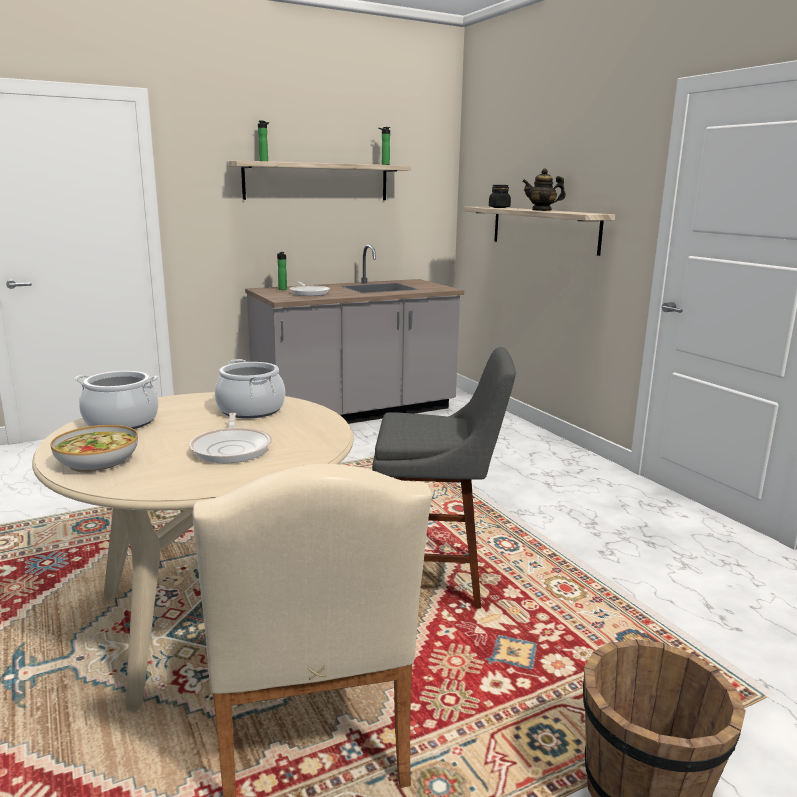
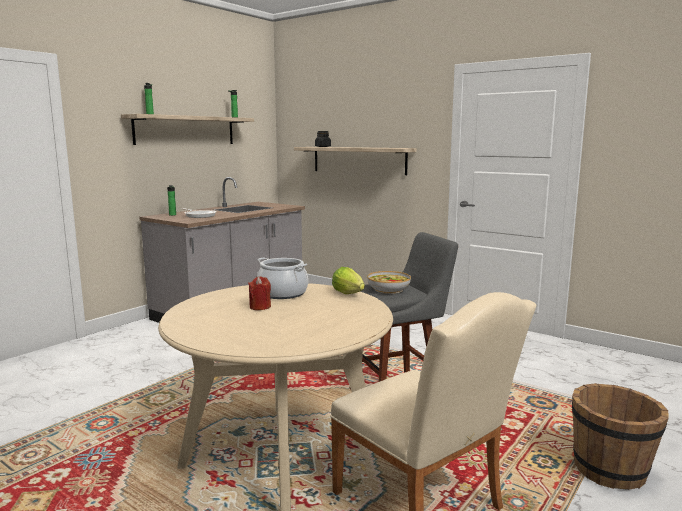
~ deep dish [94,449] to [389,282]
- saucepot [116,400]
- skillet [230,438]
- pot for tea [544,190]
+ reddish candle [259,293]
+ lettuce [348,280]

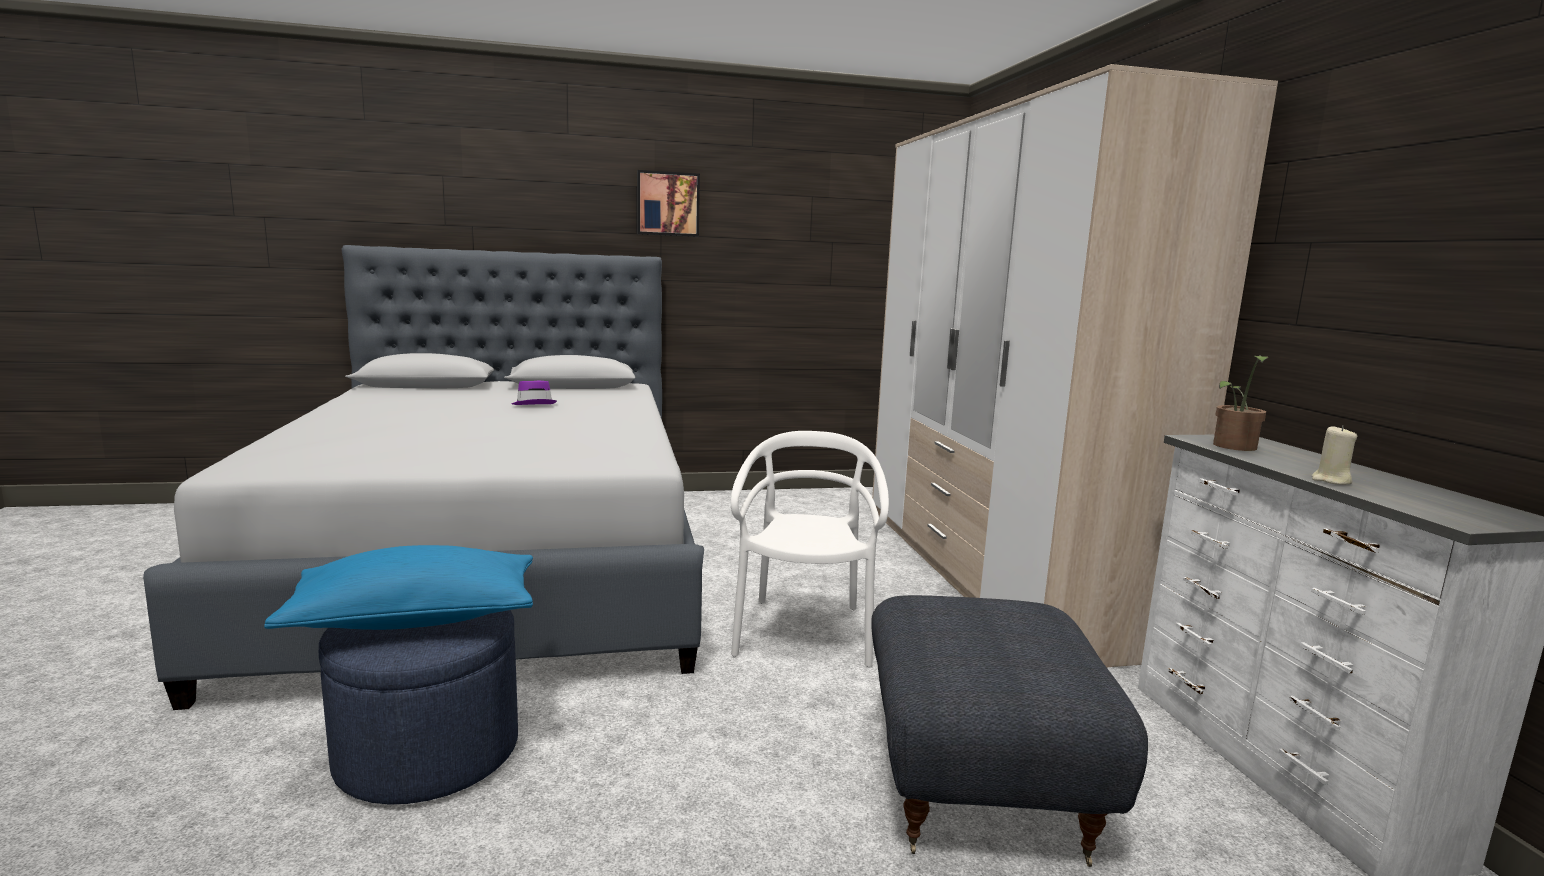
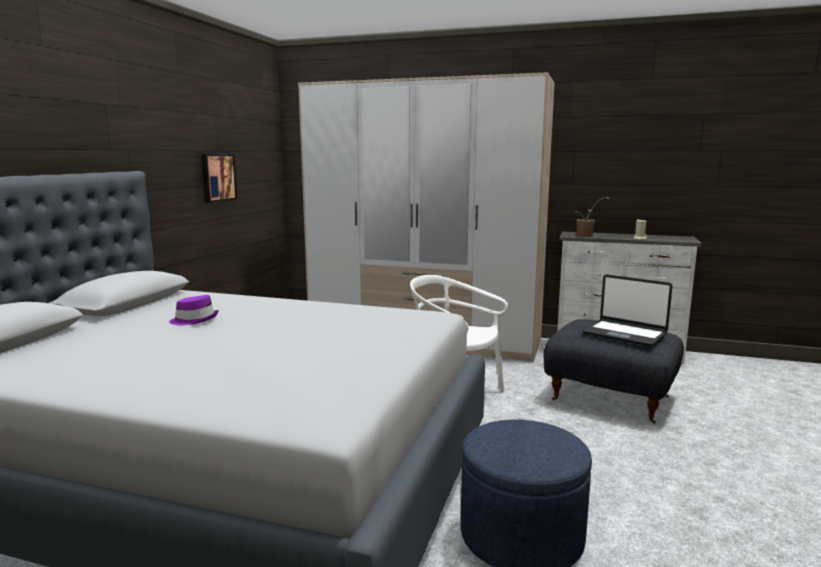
- blue-coloured throw pillow [398,587]
~ wall art [668,203] to [219,178]
+ notebook computer [628,310]

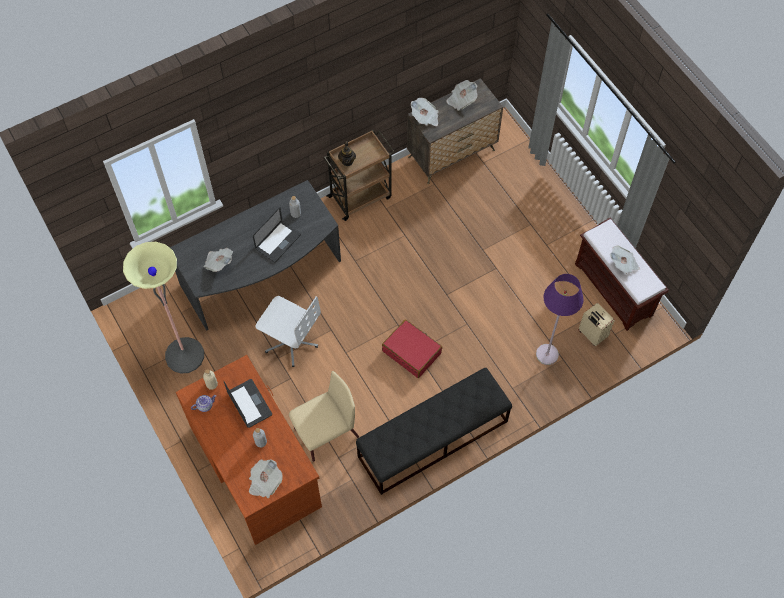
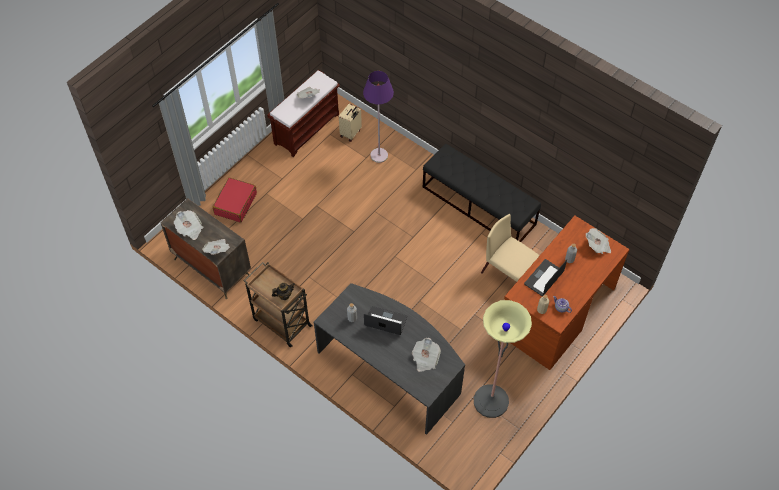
- white-coloured desk chair [288,331]
~ reddish suitcase [412,348] to [235,200]

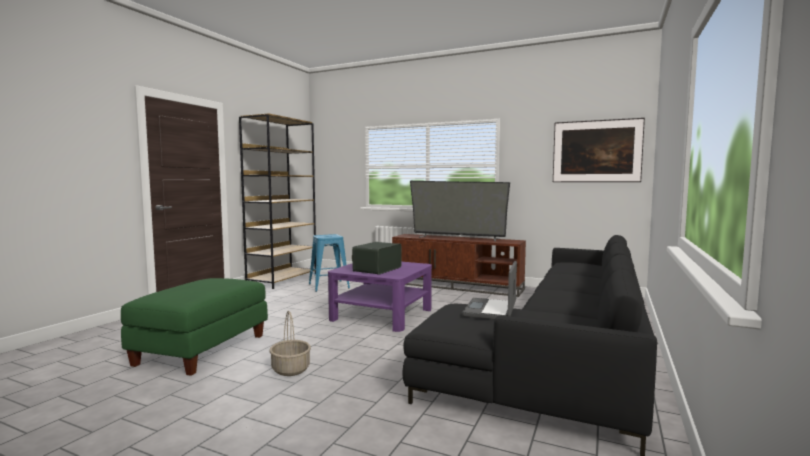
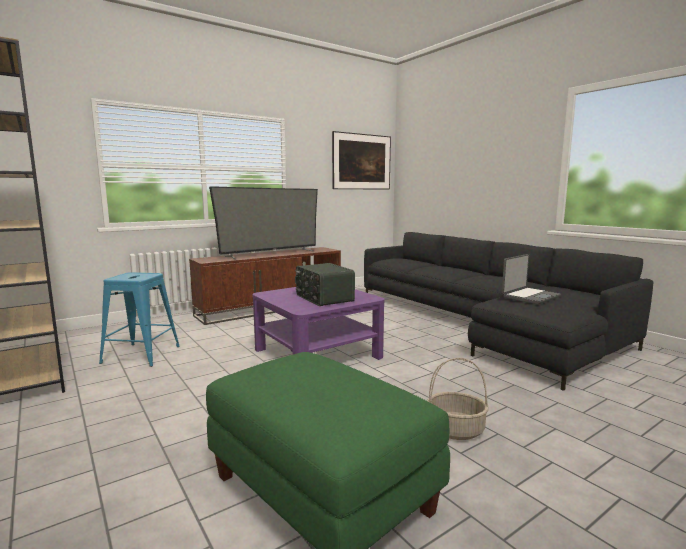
~ notebook computer [489,290] = [531,279] 90 degrees counterclockwise

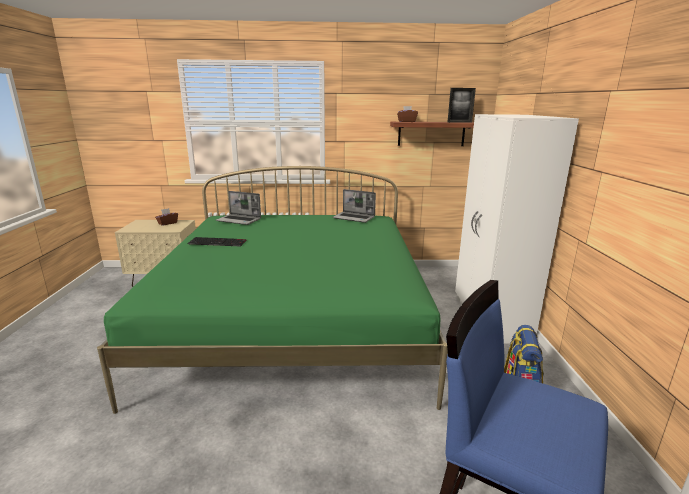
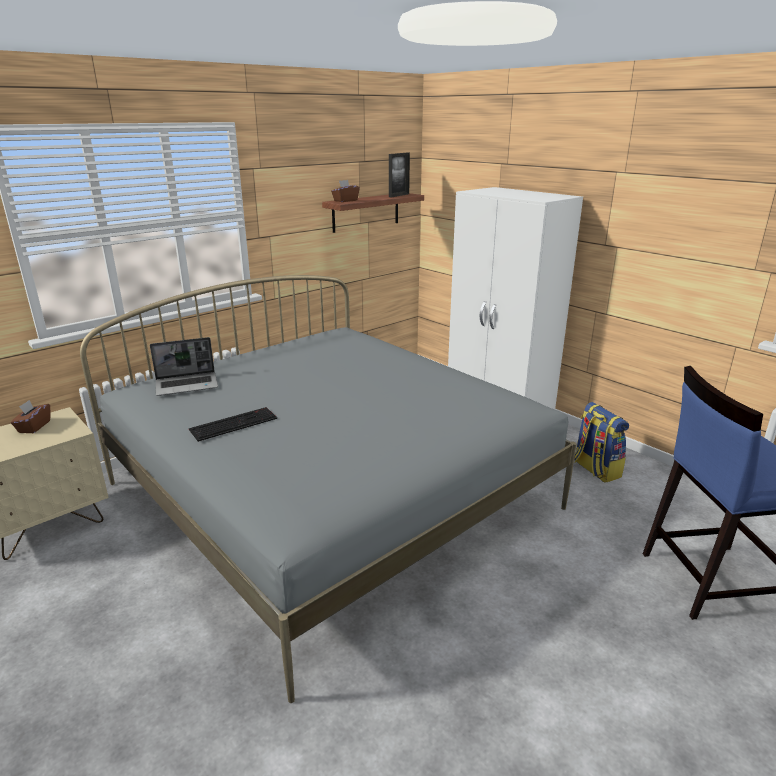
~ green-coloured bedroom bed [272,290] to greyish bedroom bed [328,489]
- notebook computer [354,206]

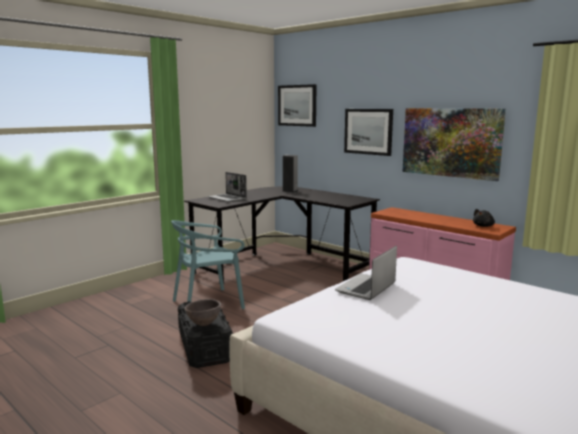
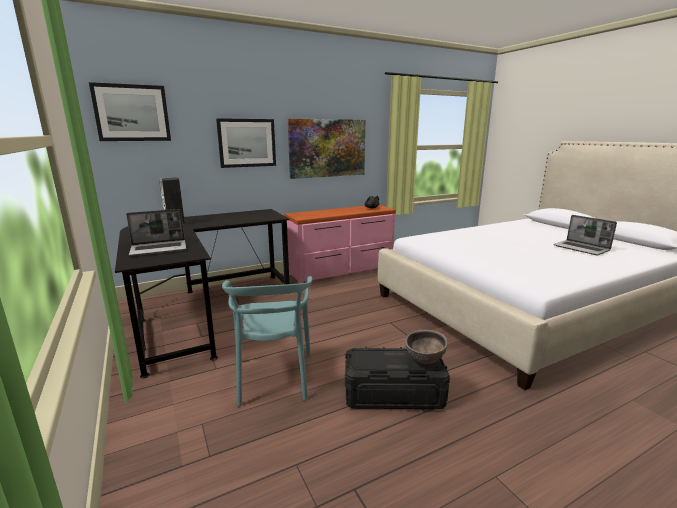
~ notebook computer [366,273] to [585,235]

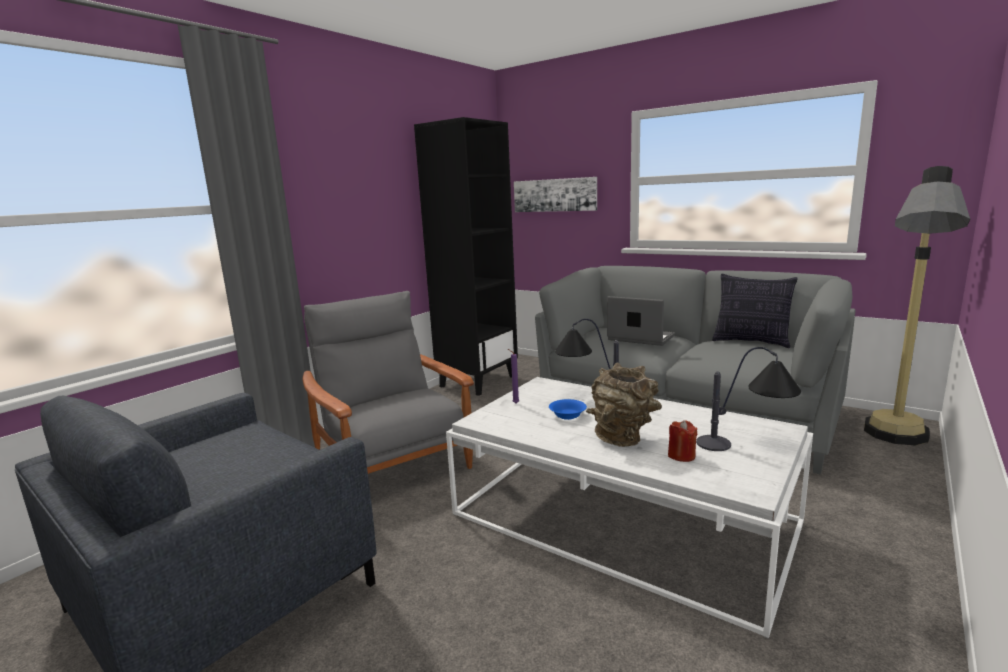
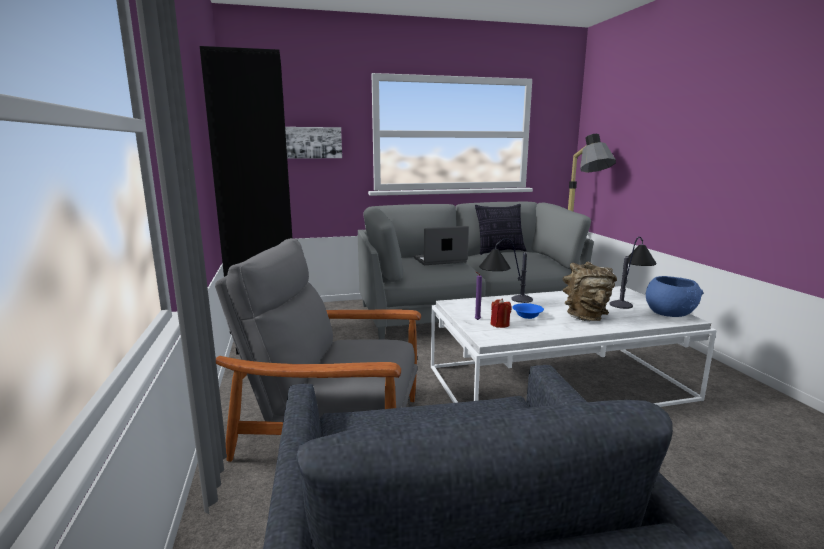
~ reddish candle [682,441] to [501,313]
+ blue-coloured deep dish [674,296]

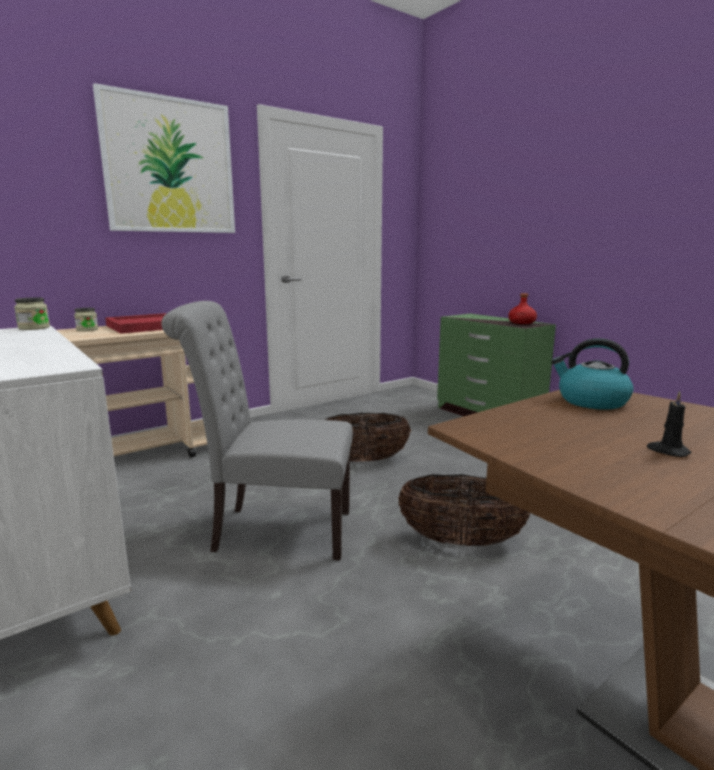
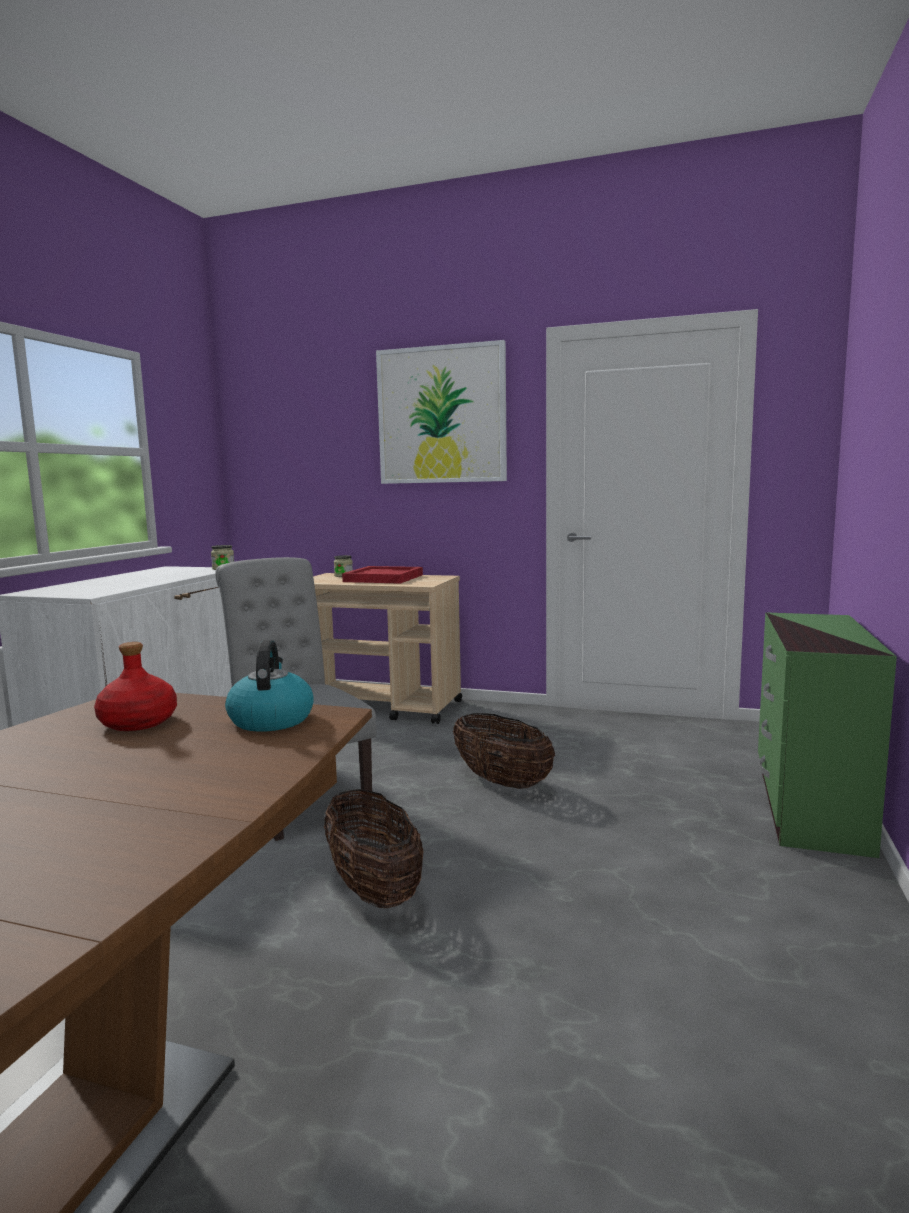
~ reddish drink bottle [522,308] to [135,686]
- black-coloured candle [669,424]

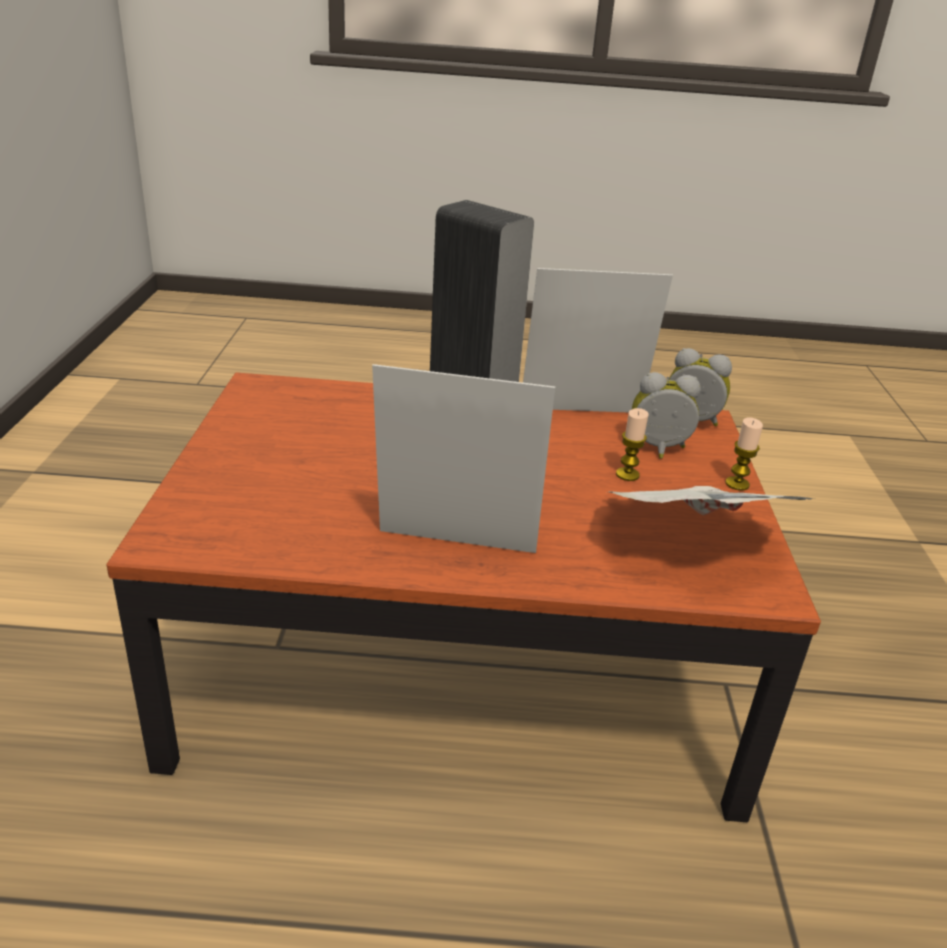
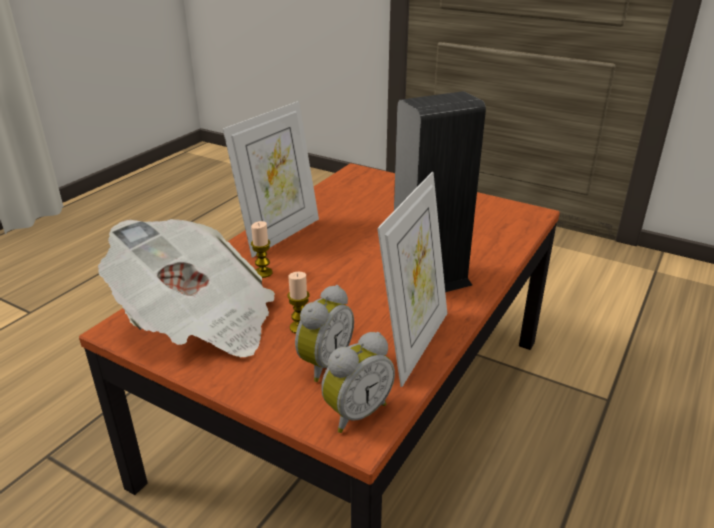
~ candle [744,454] to [261,249]

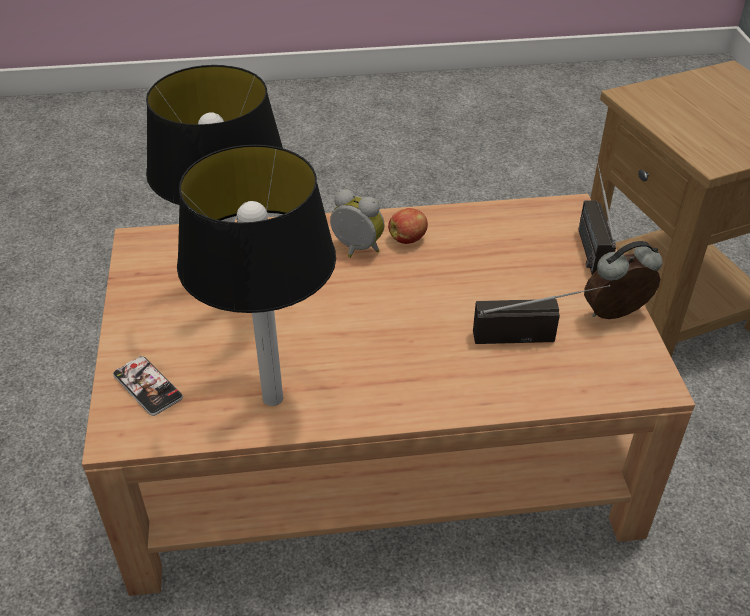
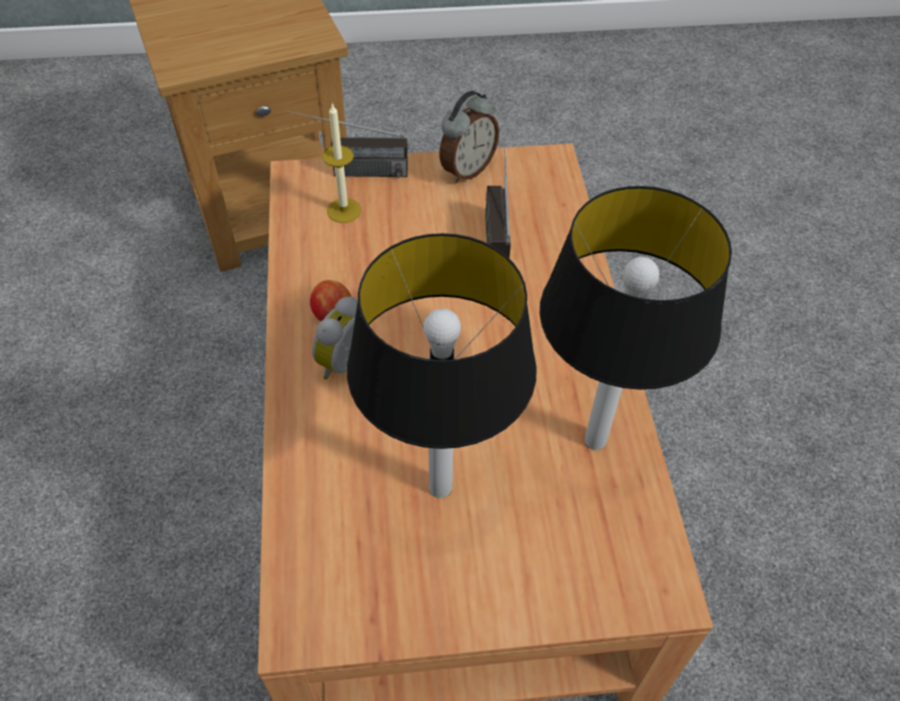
- telephone [148,386]
~ bedside clock [623,280] = [469,137] 120 degrees counterclockwise
+ candle [341,163]

